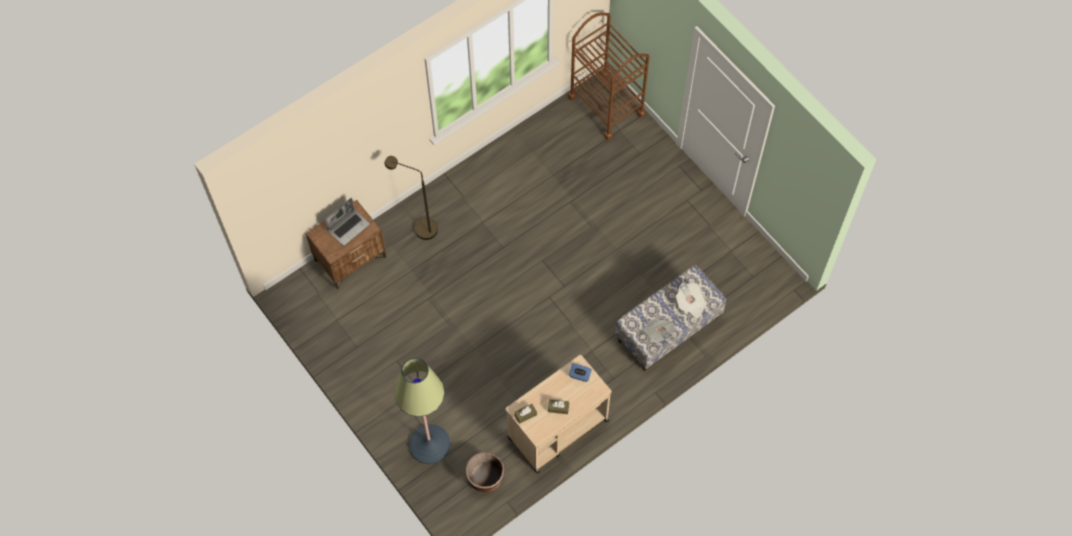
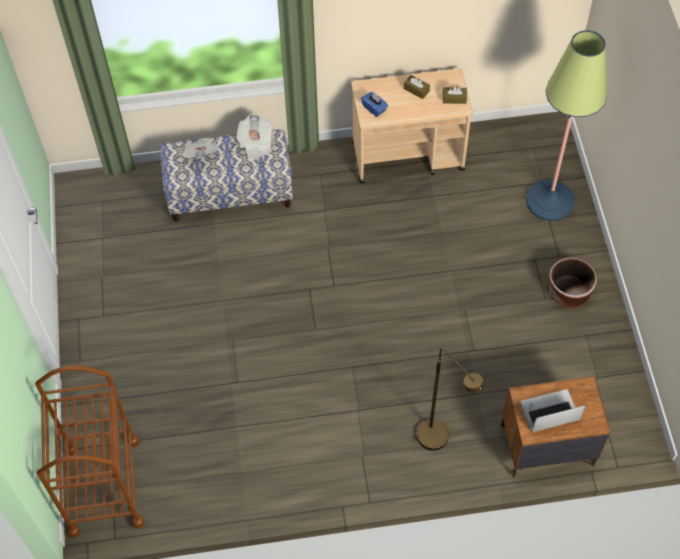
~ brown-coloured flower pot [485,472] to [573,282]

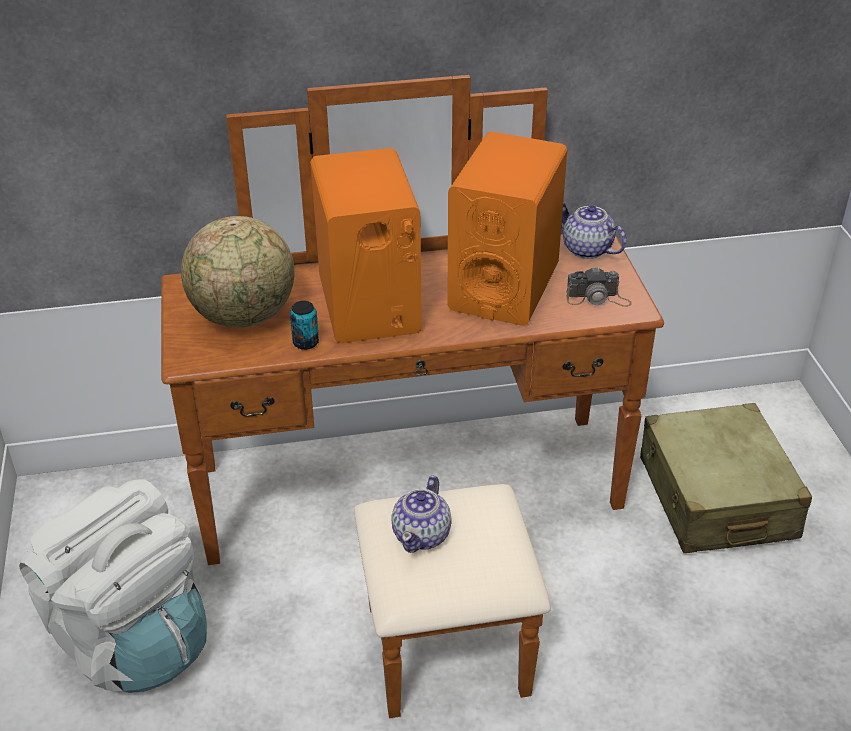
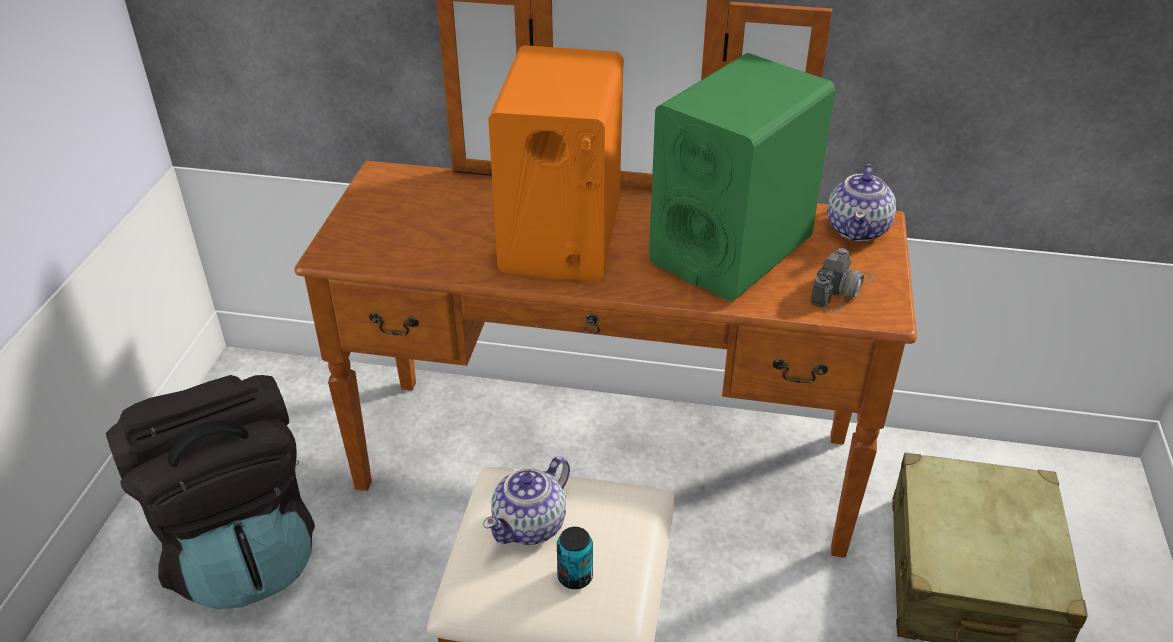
~ white-coloured knapsack [113,586] to black-coloured knapsack [210,492]
- globe [238,272]
~ sealed can [304,325] to [575,558]
~ orangey loudspeaker [507,229] to green-coloured loudspeaker [742,177]
~ pot for tea [594,230] = [862,202] 135 degrees counterclockwise
~ still camera [599,287] = [841,280] 75 degrees counterclockwise

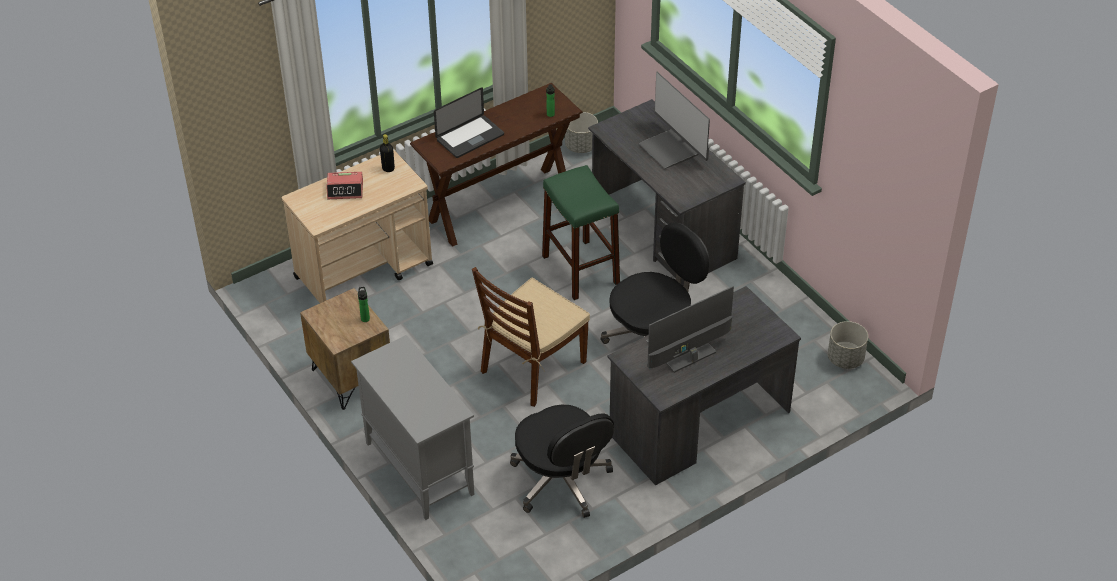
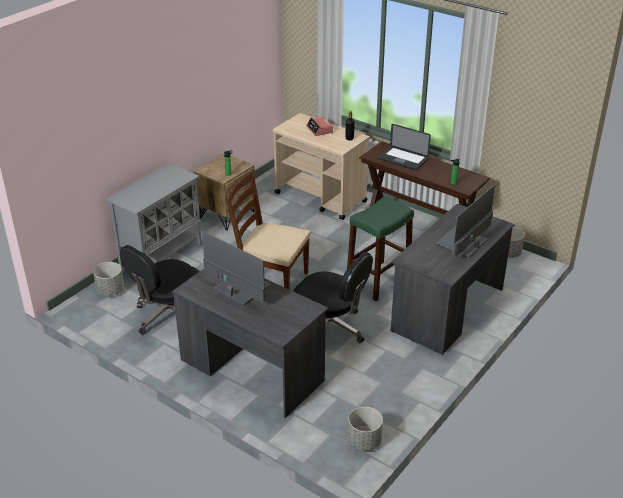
+ greyish flower pot [108,279]

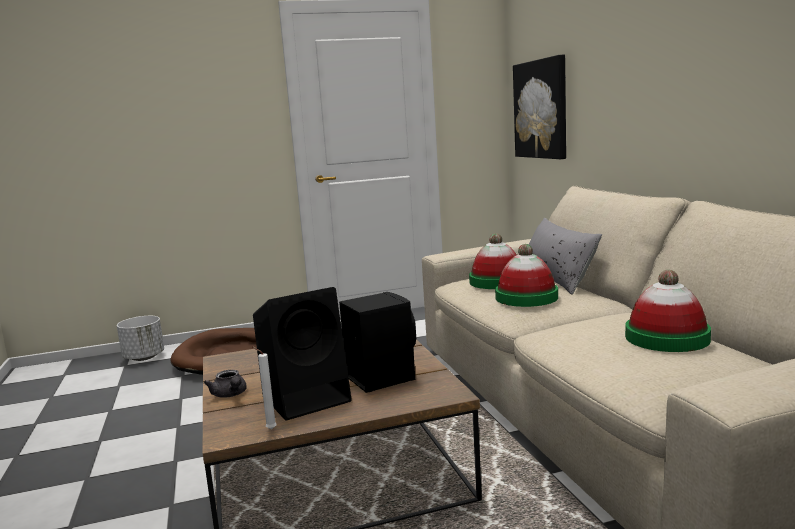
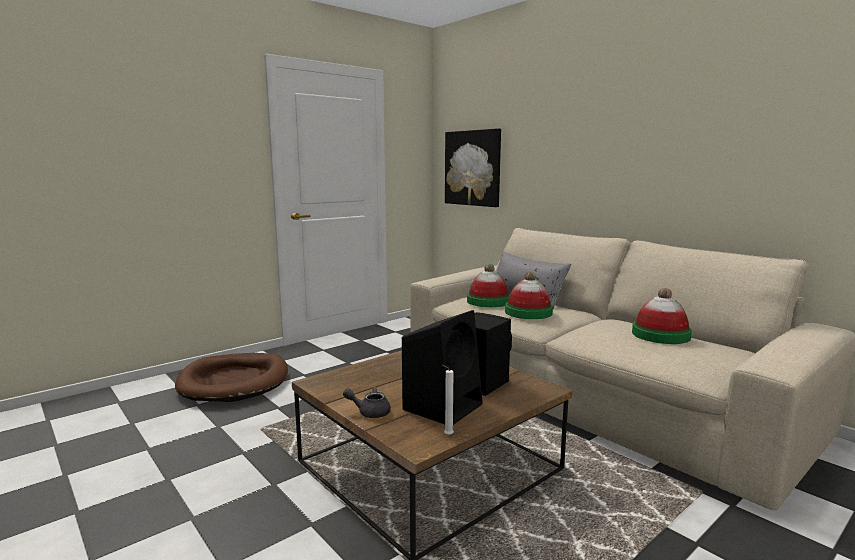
- white-coloured flower pot [140,338]
~ greyish pot for tea [225,384] = [367,402] 150 degrees clockwise

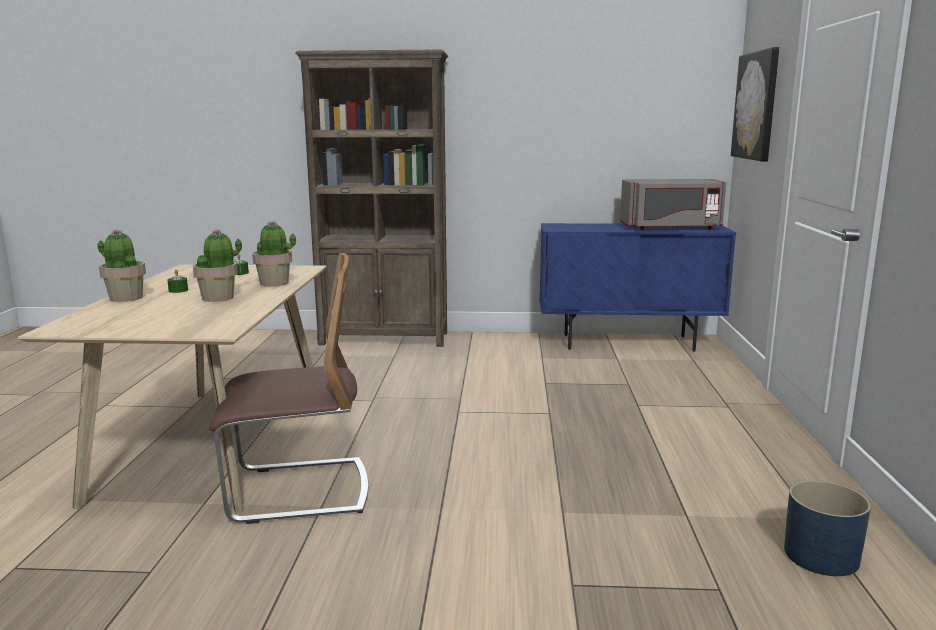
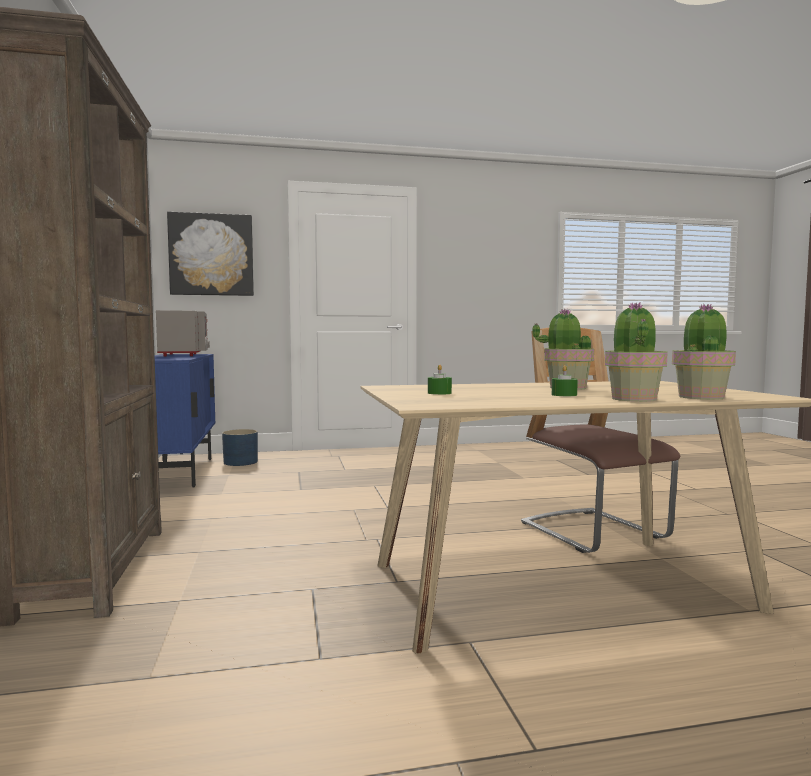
~ plant in a pot [274,254] to [704,352]
~ blue-coloured flower pot [827,528] to [240,447]

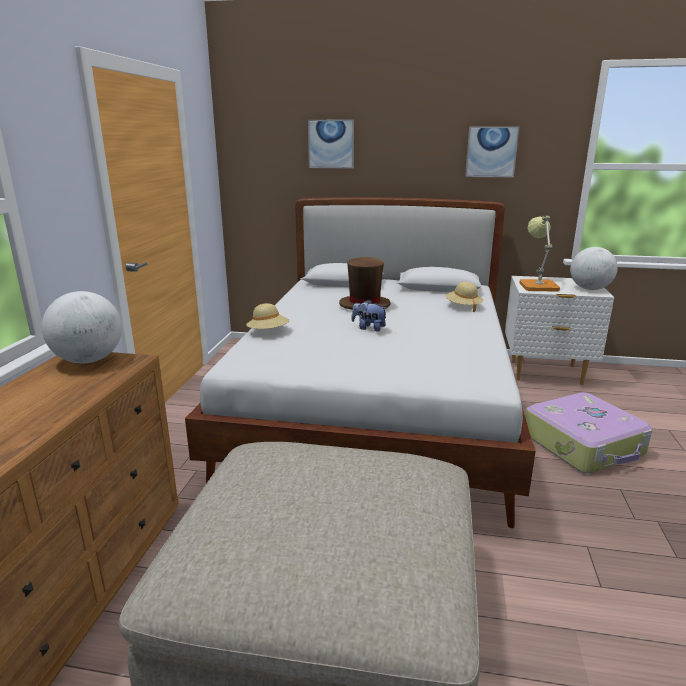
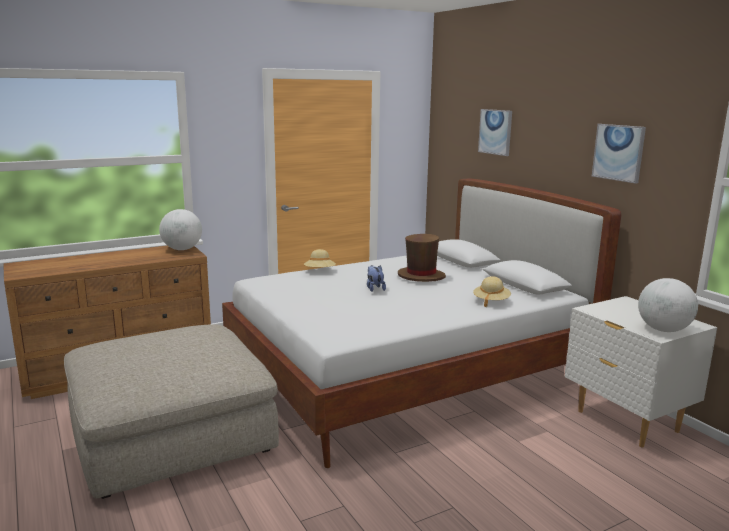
- table lamp [539,254]
- suitcase [589,432]

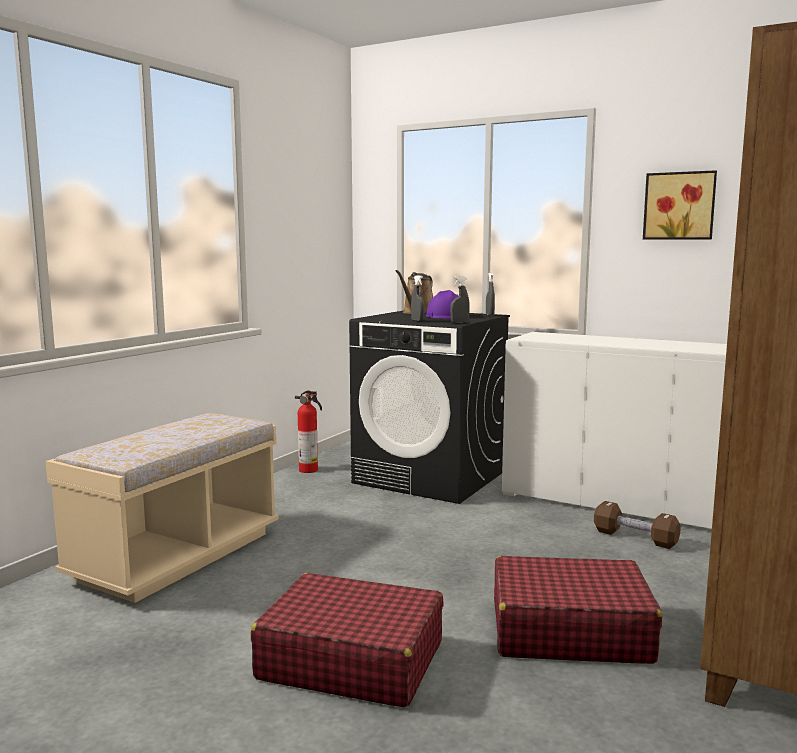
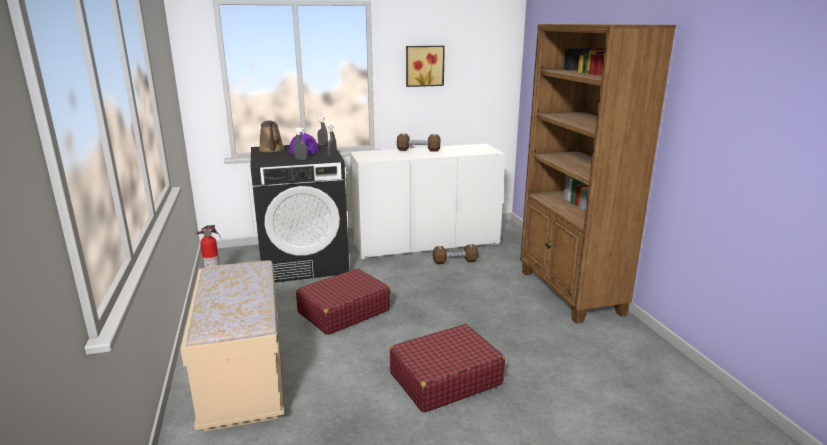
~ reddish suitcase [578,610] to [343,301]
+ brown-coloured hand weight [418,143]

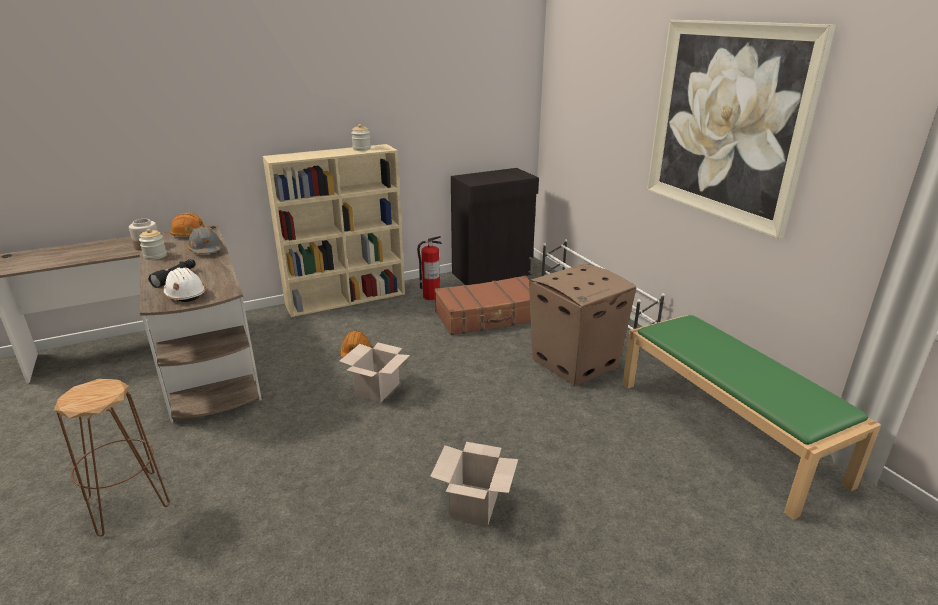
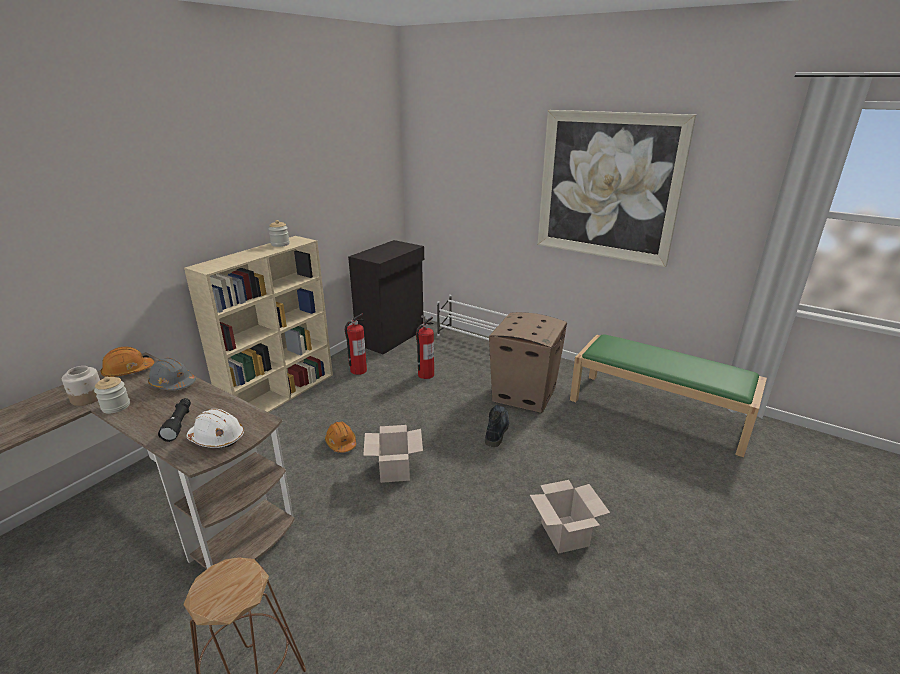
~ brown-coloured suitcase [483,306] to fire-fighting cylinder [425,348]
+ tall boot [497,426]

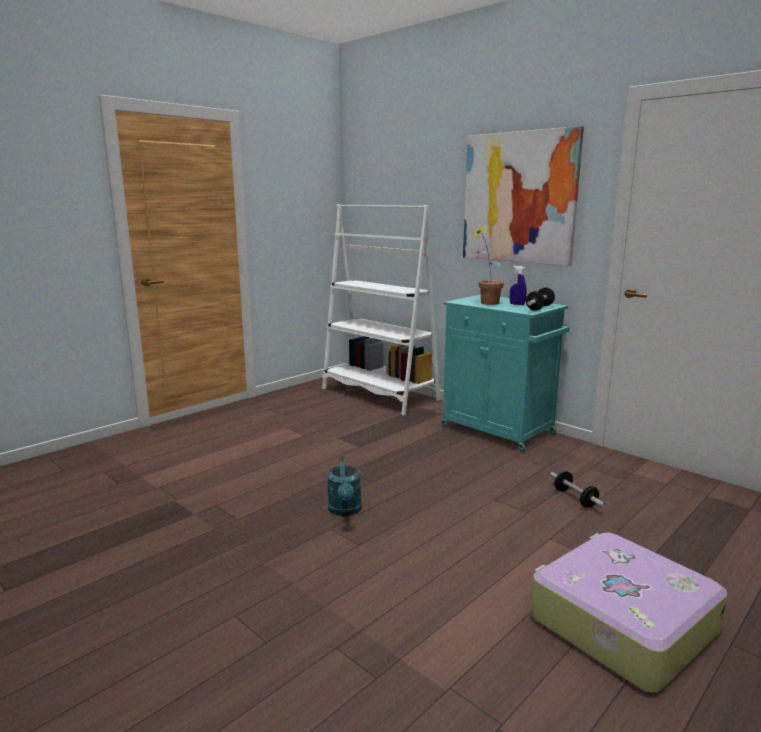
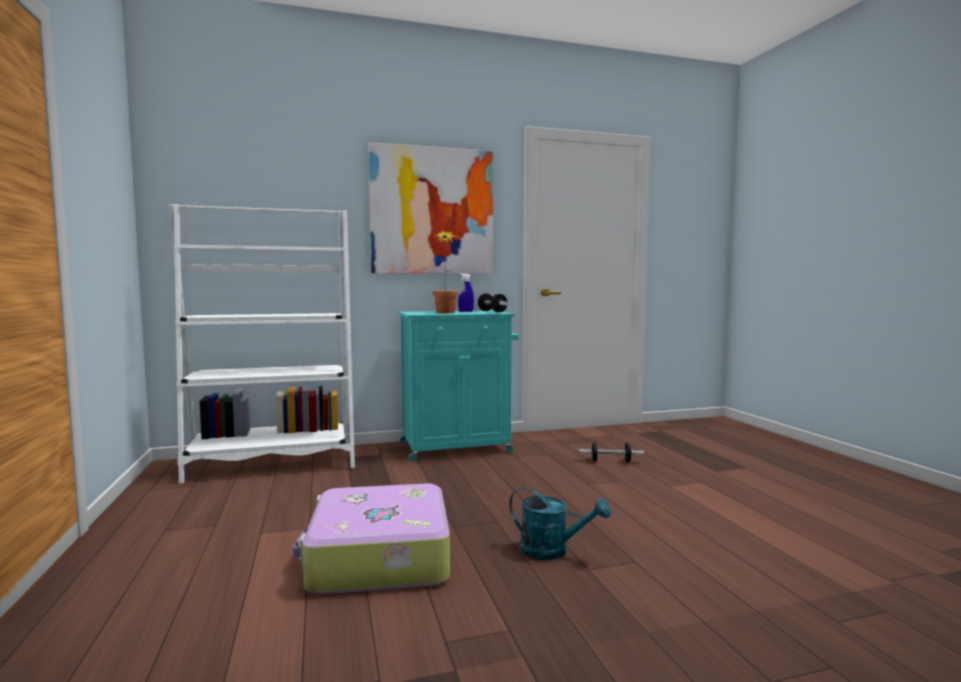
~ suitcase [629,613] to [371,539]

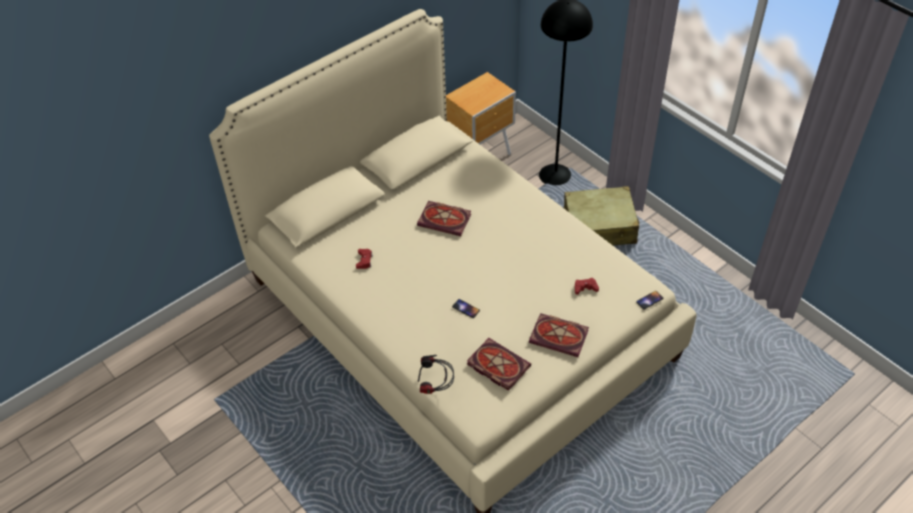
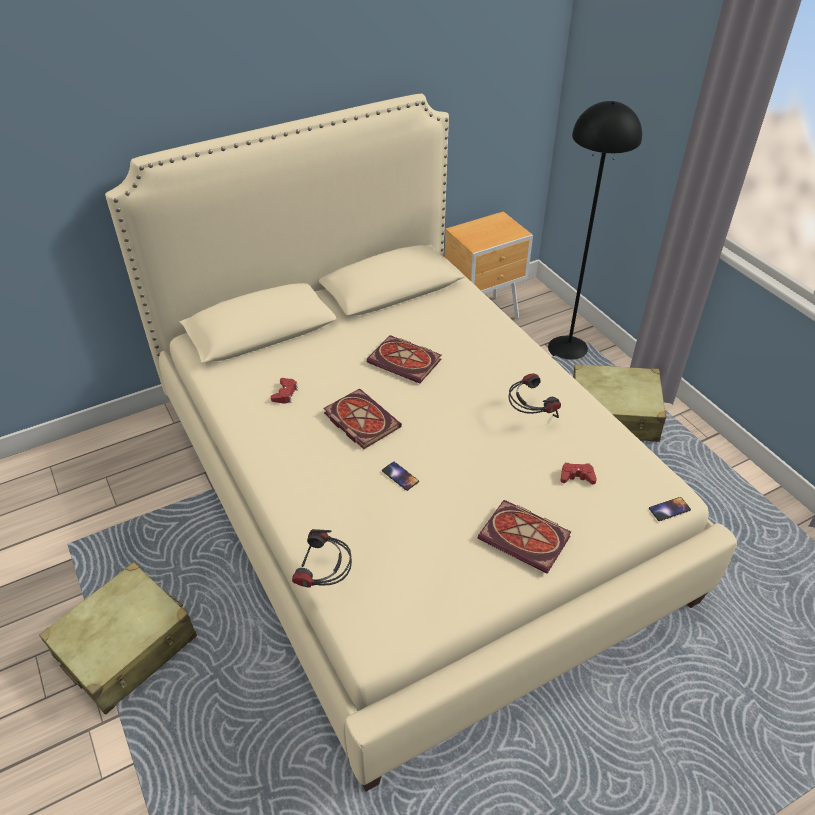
~ volume [499,364] to [362,418]
+ beige suitcase [118,638]
+ headphones [534,395]

